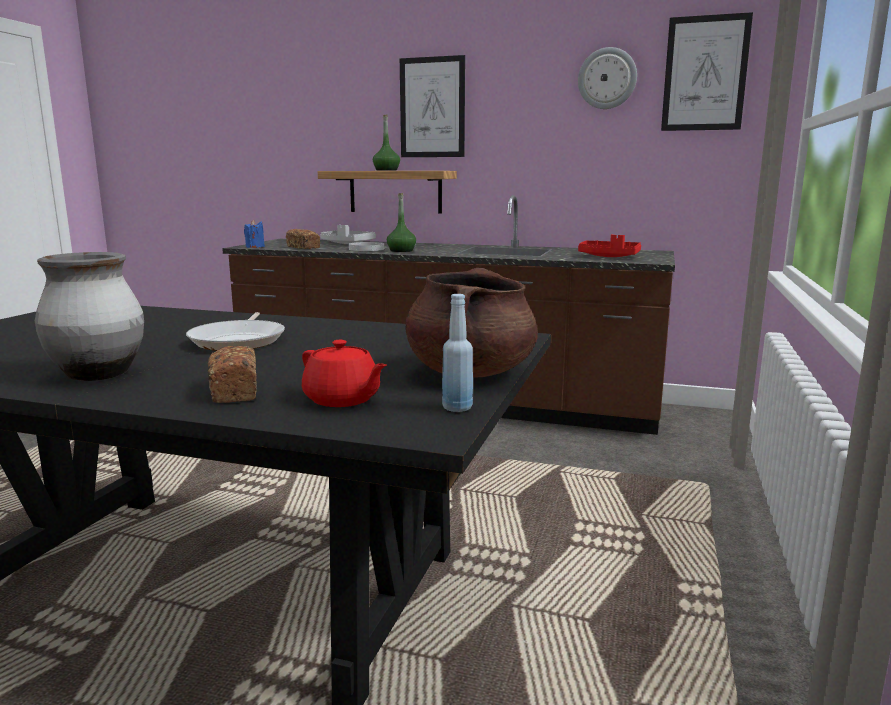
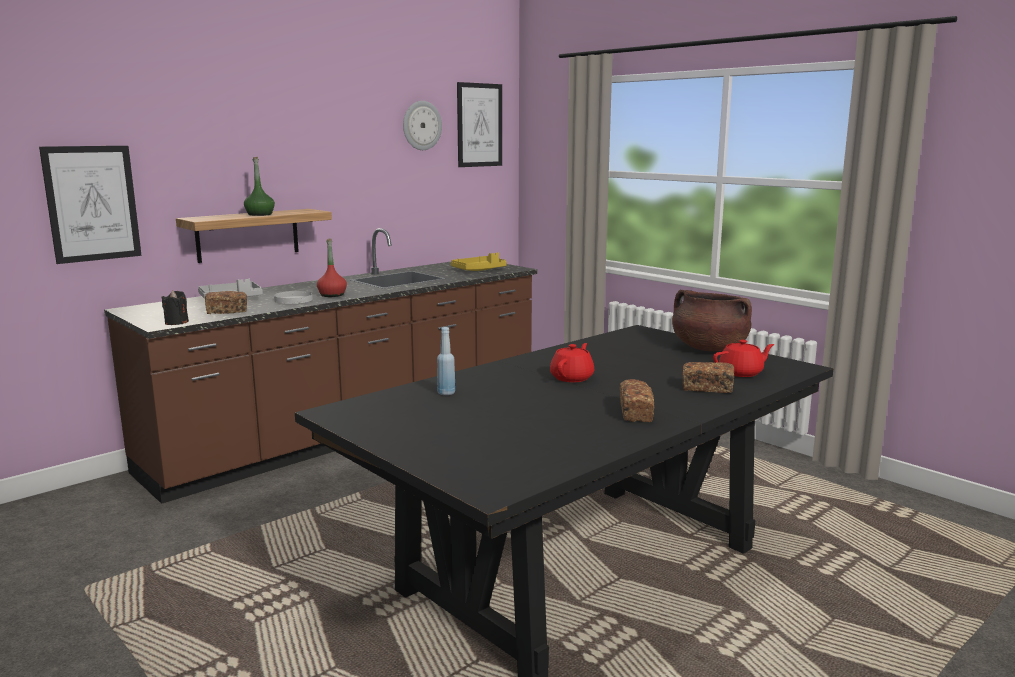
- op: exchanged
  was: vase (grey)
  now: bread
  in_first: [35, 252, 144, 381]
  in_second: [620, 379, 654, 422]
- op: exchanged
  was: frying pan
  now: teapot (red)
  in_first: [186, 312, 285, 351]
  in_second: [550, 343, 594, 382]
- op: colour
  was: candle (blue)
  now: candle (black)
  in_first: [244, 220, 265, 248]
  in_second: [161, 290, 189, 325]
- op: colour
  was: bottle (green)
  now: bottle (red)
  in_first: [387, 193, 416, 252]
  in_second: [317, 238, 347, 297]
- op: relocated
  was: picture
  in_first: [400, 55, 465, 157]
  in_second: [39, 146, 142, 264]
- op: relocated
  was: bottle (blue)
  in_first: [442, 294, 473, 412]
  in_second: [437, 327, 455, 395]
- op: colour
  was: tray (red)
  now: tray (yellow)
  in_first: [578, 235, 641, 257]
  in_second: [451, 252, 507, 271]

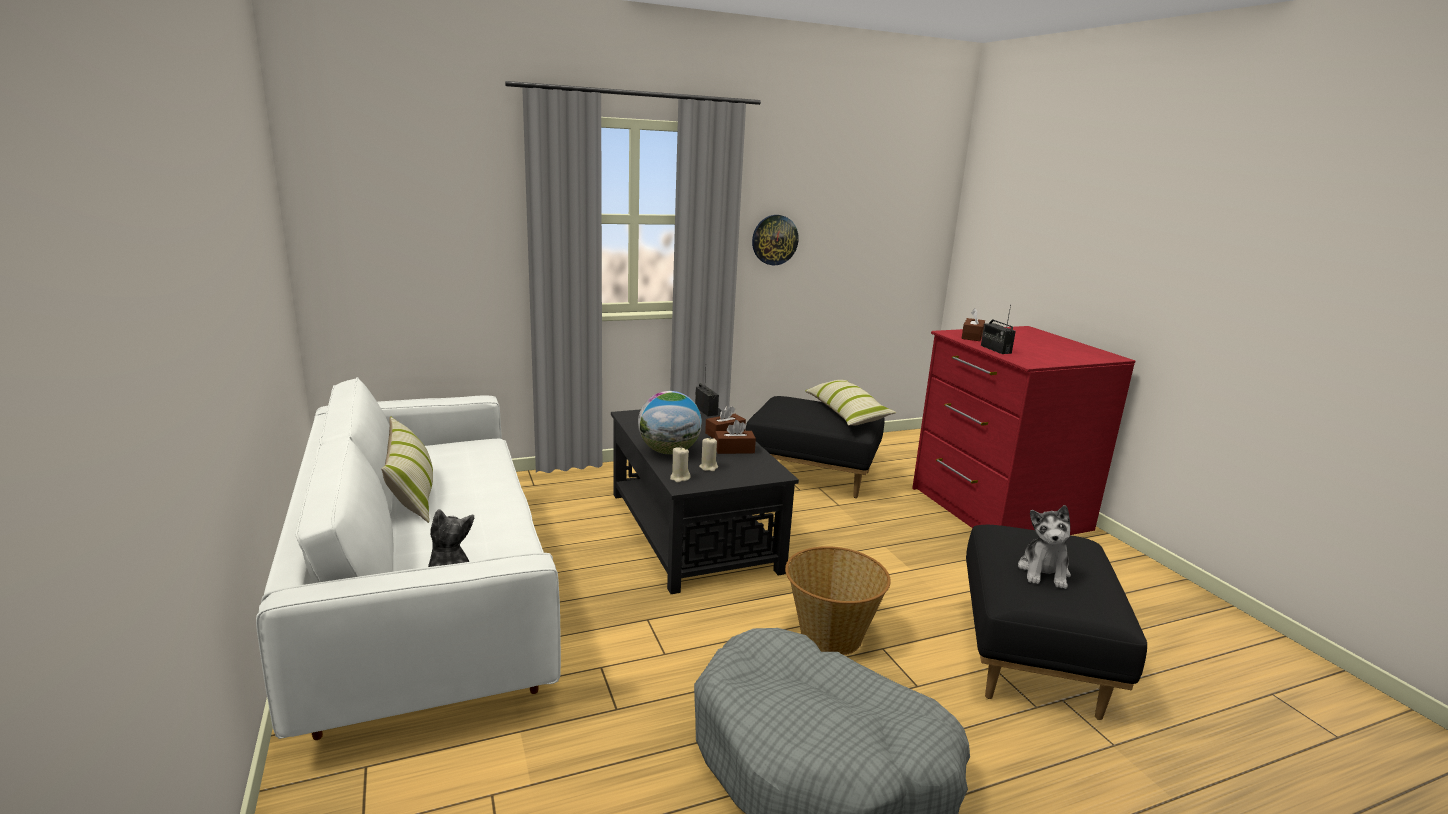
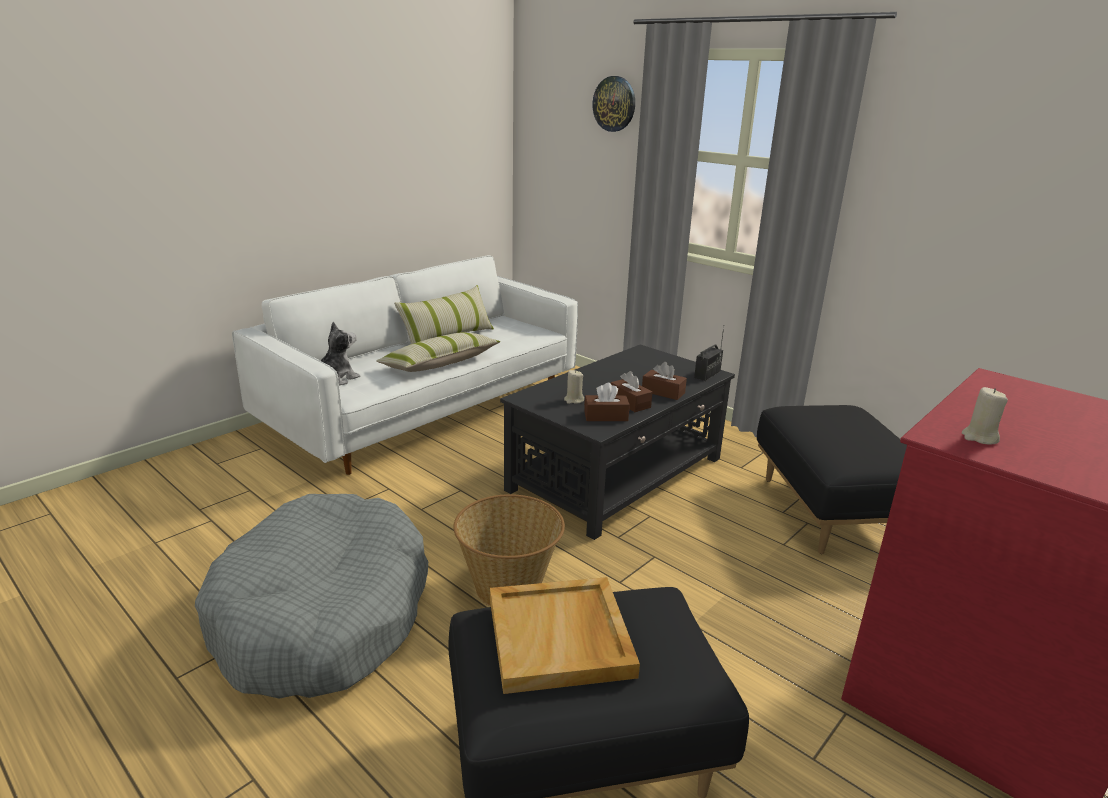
- op: missing
  was: globe
  in_first: [638, 391, 702, 454]
- op: relocated
  was: candle (beige)
  in_first: [670, 447, 691, 483]
  in_second: [962, 387, 1008, 444]
- op: relocated
  was: wall clock
  in_first: [752, 215, 799, 265]
  in_second: [592, 76, 635, 132]
- op: relocated
  was: pillow
  in_first: [805, 380, 896, 426]
  in_second: [376, 332, 500, 372]
- op: relocated
  was: tissue box (brown)
  in_first: [961, 308, 985, 341]
  in_second: [584, 383, 630, 421]
- op: missing
  was: radio
  in_first: [981, 305, 1016, 354]
- op: exchanged
  was: plush toy
  now: tray (beige)
  in_first: [1018, 505, 1071, 589]
  in_second: [490, 577, 640, 694]

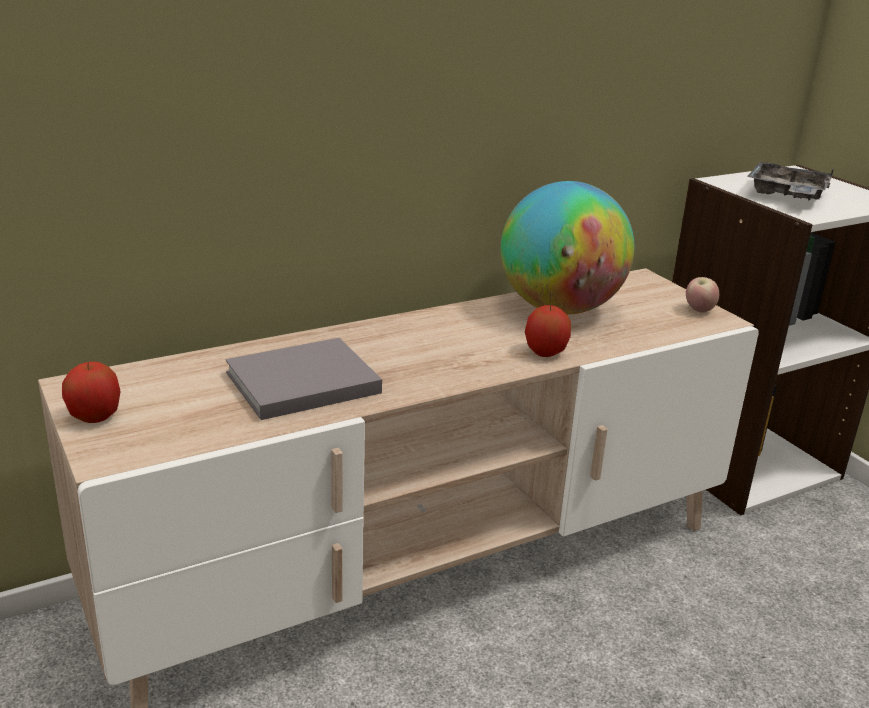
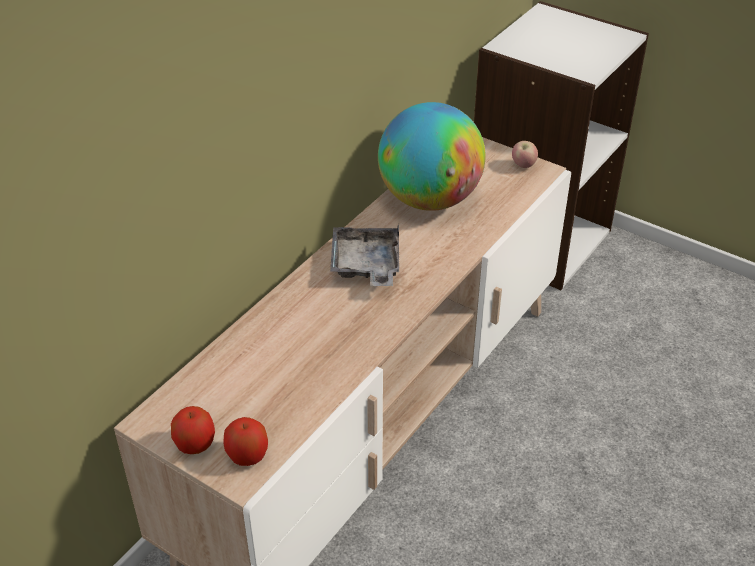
- op: missing
  was: book (grey)
  in_first: [225, 338, 382, 420]
- op: relocated
  was: apple
  in_first: [525, 305, 571, 357]
  in_second: [224, 417, 268, 466]
- op: relocated
  was: tray (grey)
  in_first: [747, 161, 835, 200]
  in_second: [330, 224, 399, 286]

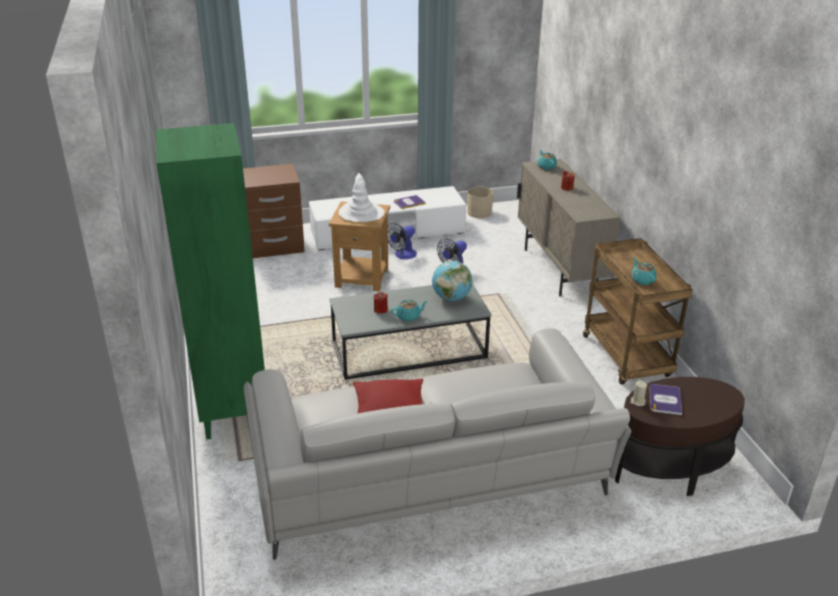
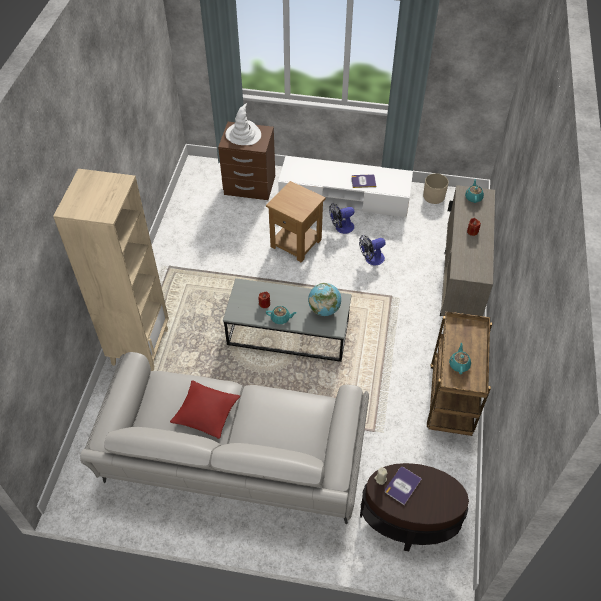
- op: colour
  was: bookcase (green)
  now: bookcase (beige)
  in_first: [156, 123, 265, 440]
  in_second: [53, 169, 169, 371]
- op: relocated
  was: hat (white)
  in_first: [339, 173, 385, 222]
  in_second: [225, 103, 261, 145]

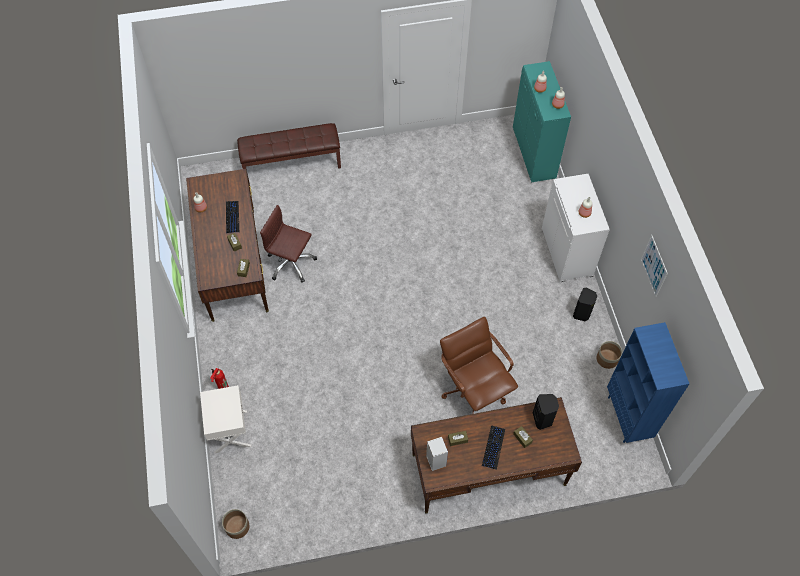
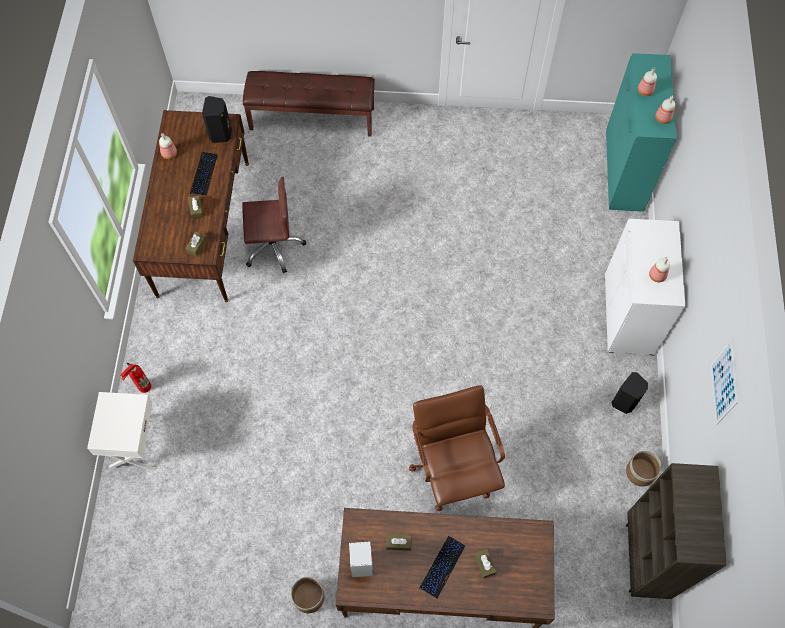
- op: relocated
  was: planter
  in_first: [222, 509, 249, 539]
  in_second: [291, 577, 325, 613]
- op: spun
  was: office chair (brown)
  in_first: [260, 205, 317, 282]
  in_second: [242, 177, 306, 273]
  clockwise: 135
- op: relocated
  was: speaker (black)
  in_first: [533, 394, 559, 430]
  in_second: [202, 96, 232, 143]
- op: colour
  was: bookcase (blue)
  now: bookcase (brown)
  in_first: [607, 322, 689, 443]
  in_second: [626, 463, 727, 599]

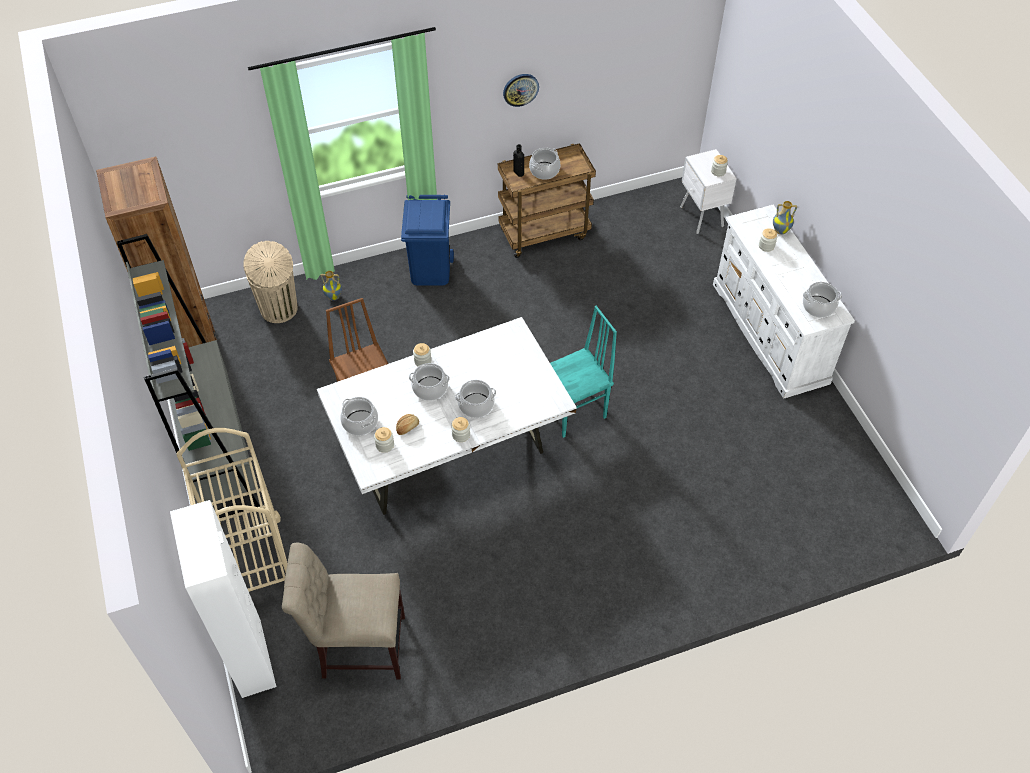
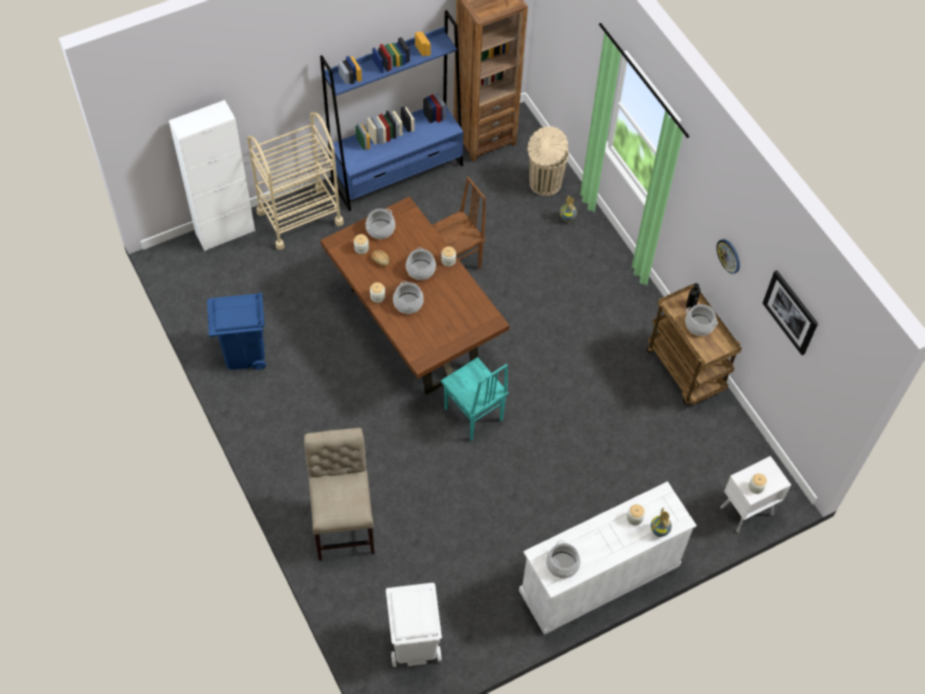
- op: colour
  was: bookcase (grey)
  now: bookcase (blue)
  in_first: [117, 234, 260, 518]
  in_second: [320, 10, 463, 211]
- op: relocated
  was: chair (beige)
  in_first: [282, 543, 405, 680]
  in_second: [304, 428, 375, 561]
- op: colour
  was: dining table (white)
  now: dining table (brown)
  in_first: [317, 317, 577, 515]
  in_second: [320, 196, 510, 395]
- op: relocated
  was: trash can (blue)
  in_first: [401, 194, 454, 286]
  in_second: [207, 292, 266, 370]
- op: appeared
  now: trash can (white)
  in_second: [386, 583, 442, 667]
- op: appeared
  now: picture
  in_second: [762, 270, 818, 355]

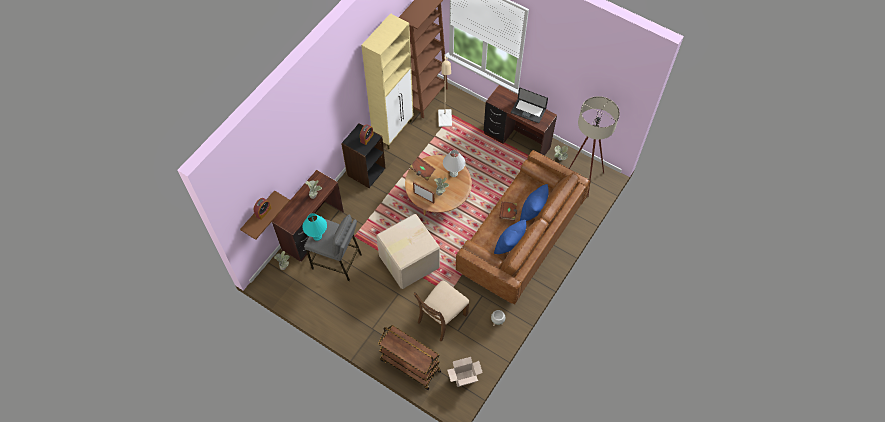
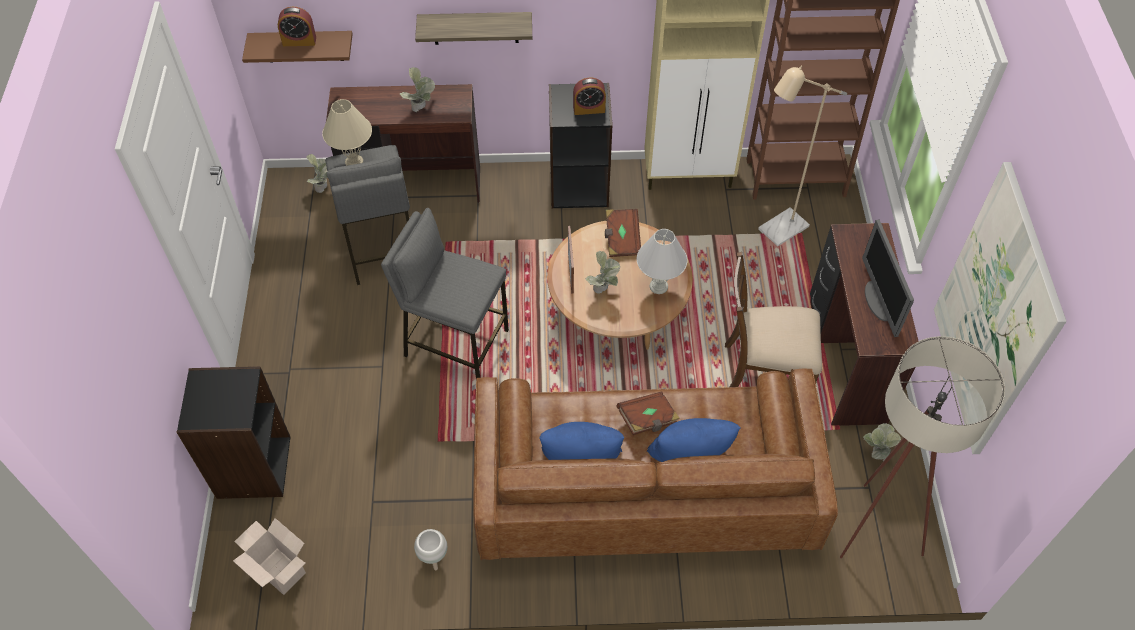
- op: colour
  was: table lamp (turquoise)
  now: table lamp (beige)
  in_first: [302, 213, 327, 241]
  in_second: [322, 99, 372, 166]
- op: exchanged
  was: cardboard box
  now: stool (grey)
  in_first: [376, 214, 440, 289]
  in_second: [381, 208, 509, 379]
- op: exchanged
  was: cart (brown)
  now: bookcase (black)
  in_first: [378, 325, 441, 390]
  in_second: [176, 366, 290, 499]
- op: relocated
  was: chair (brown)
  in_first: [413, 280, 469, 342]
  in_second: [725, 252, 822, 387]
- op: exchanged
  was: laptop
  now: monitor
  in_first: [511, 87, 548, 123]
  in_second: [862, 220, 914, 337]
- op: appeared
  now: shelf
  in_second: [415, 12, 532, 45]
- op: appeared
  now: picture
  in_second: [934, 162, 1067, 454]

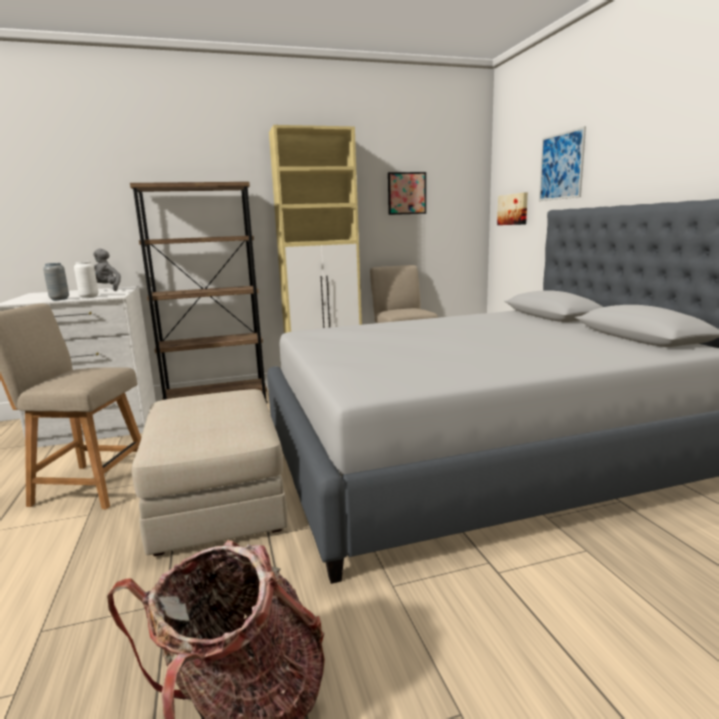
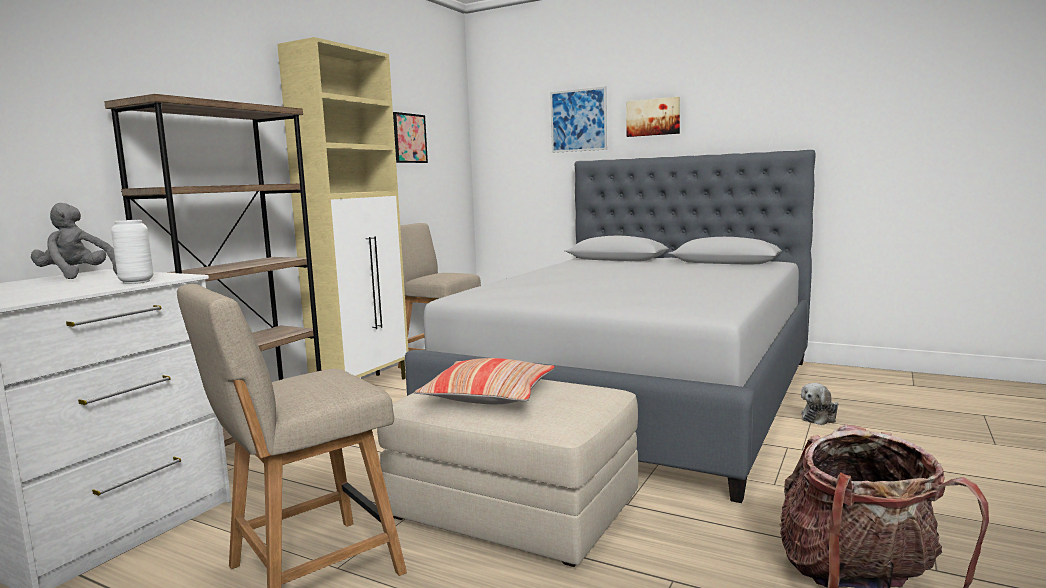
- op: missing
  was: vase (grey)
  in_first: [43, 263, 69, 300]
- op: relocated
  was: picture
  in_first: [497, 192, 528, 225]
  in_second: [626, 97, 680, 137]
- op: appeared
  now: pillow
  in_second: [414, 358, 555, 404]
- op: appeared
  now: plush toy
  in_second: [801, 383, 839, 425]

